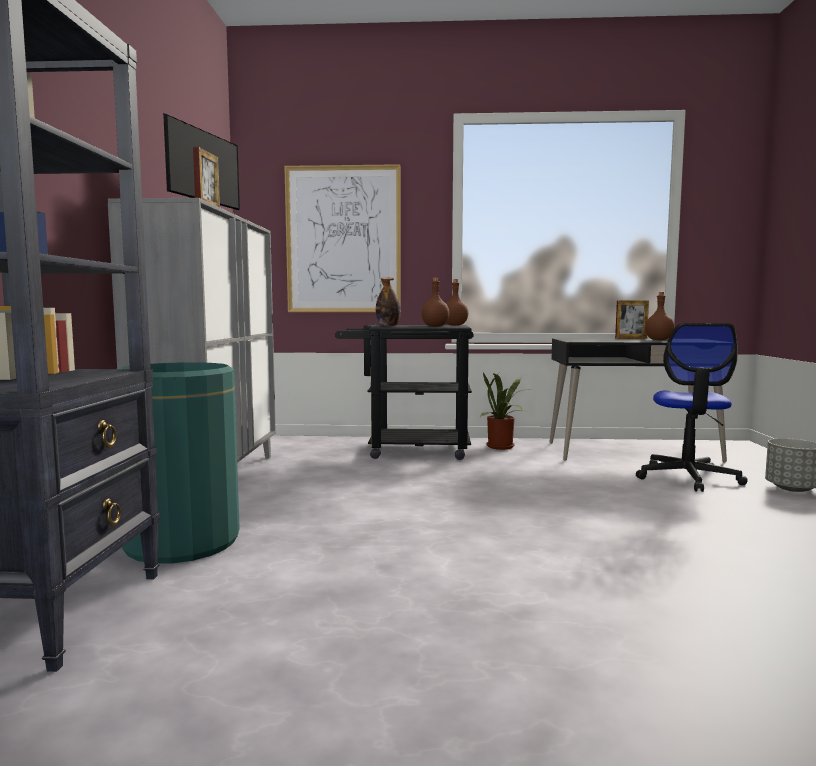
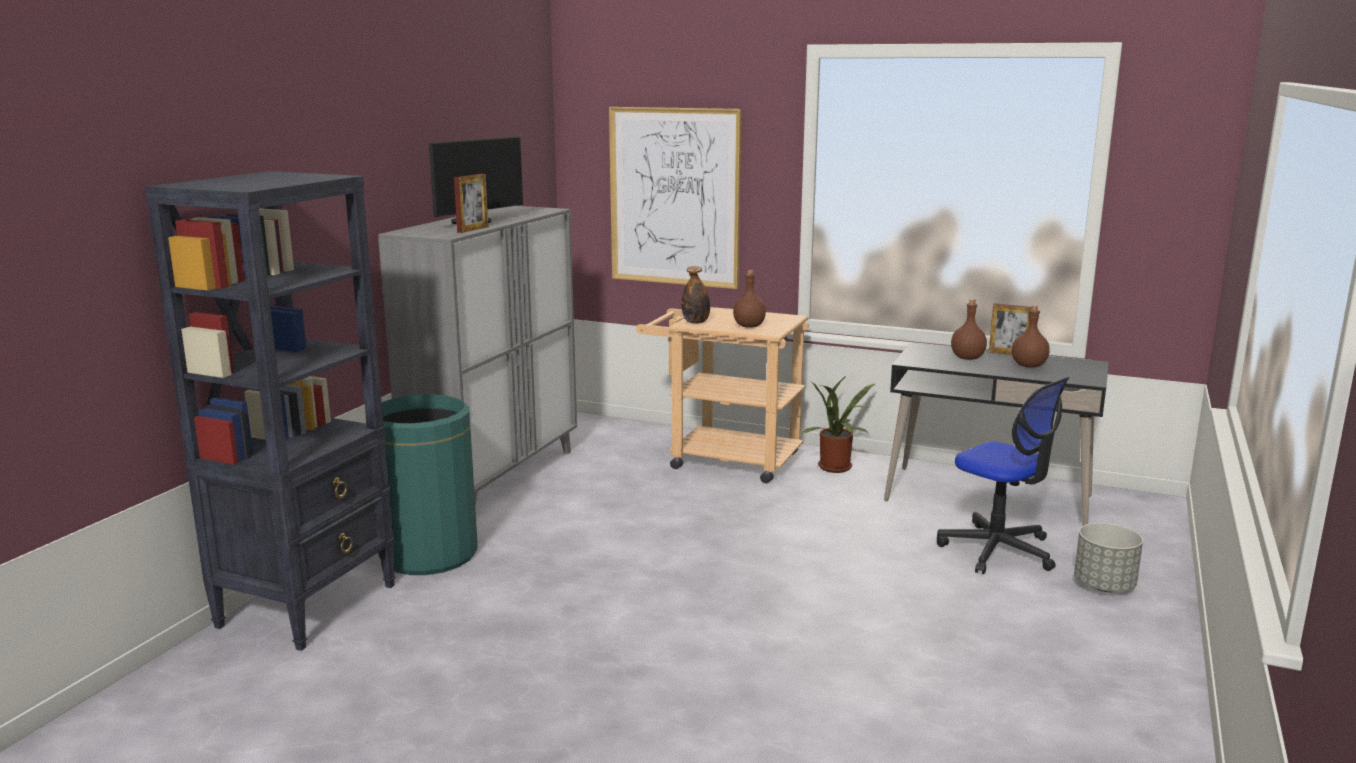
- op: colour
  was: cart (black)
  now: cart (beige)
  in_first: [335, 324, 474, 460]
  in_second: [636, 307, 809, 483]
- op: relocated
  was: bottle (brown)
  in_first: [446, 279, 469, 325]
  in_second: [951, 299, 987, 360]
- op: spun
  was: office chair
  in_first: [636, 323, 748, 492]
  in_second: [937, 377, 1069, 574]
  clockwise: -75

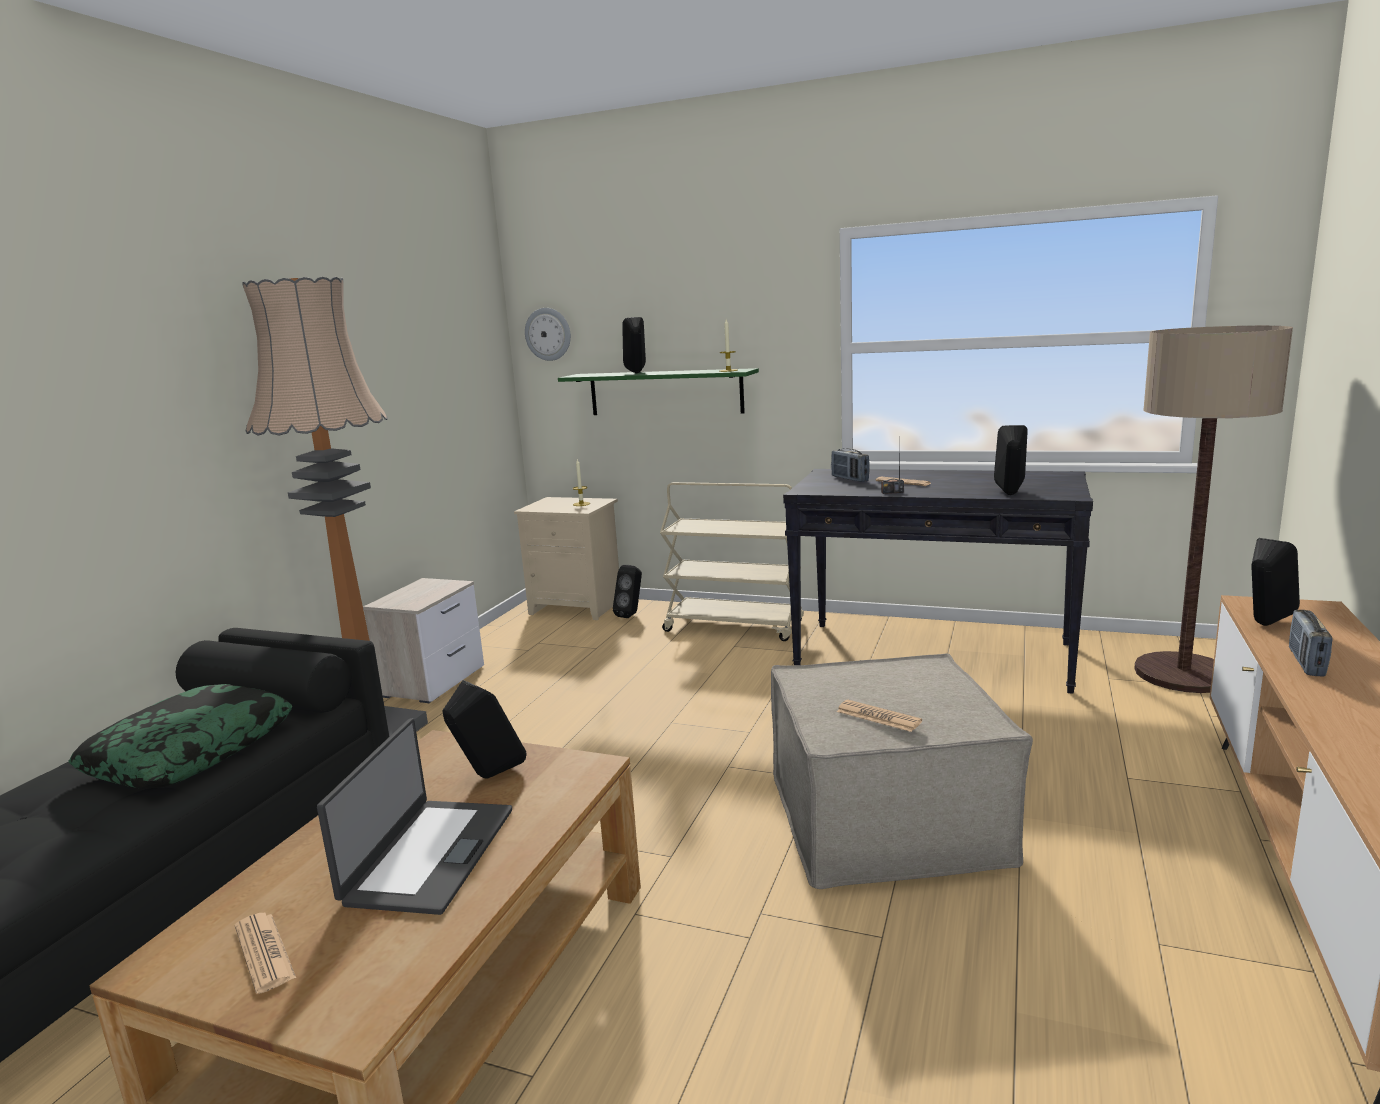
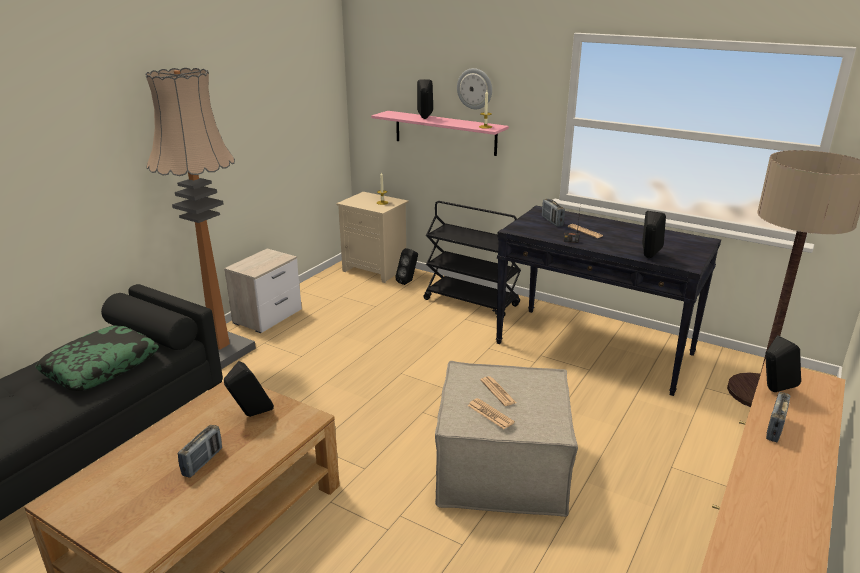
- op: relocated
  was: newspaper
  in_first: [235, 913, 296, 994]
  in_second: [480, 376, 517, 406]
- op: exchanged
  was: laptop
  now: radio
  in_first: [317, 718, 512, 915]
  in_second: [178, 425, 222, 478]
- op: relocated
  was: wall clock
  in_first: [525, 308, 571, 361]
  in_second: [457, 68, 492, 109]
- op: colour
  was: shelf (green)
  now: shelf (pink)
  in_first: [558, 368, 759, 415]
  in_second: [371, 111, 509, 156]
- op: colour
  was: cart (beige)
  now: cart (black)
  in_first: [660, 482, 804, 641]
  in_second: [423, 201, 521, 319]

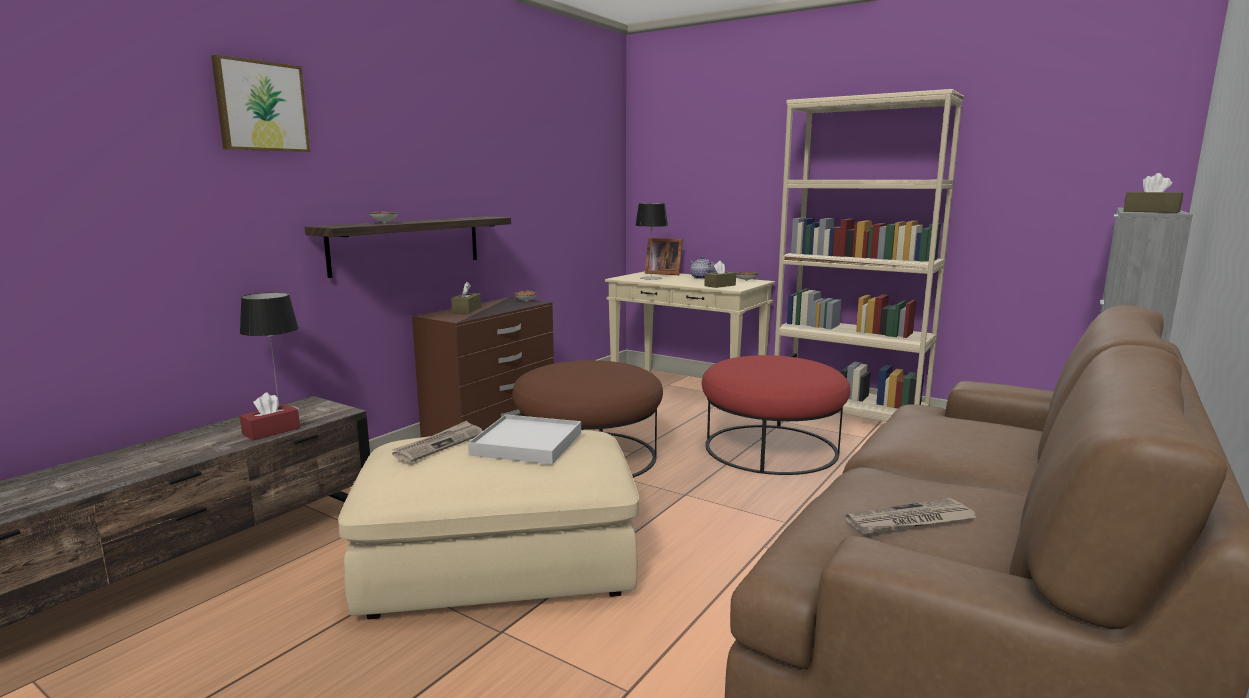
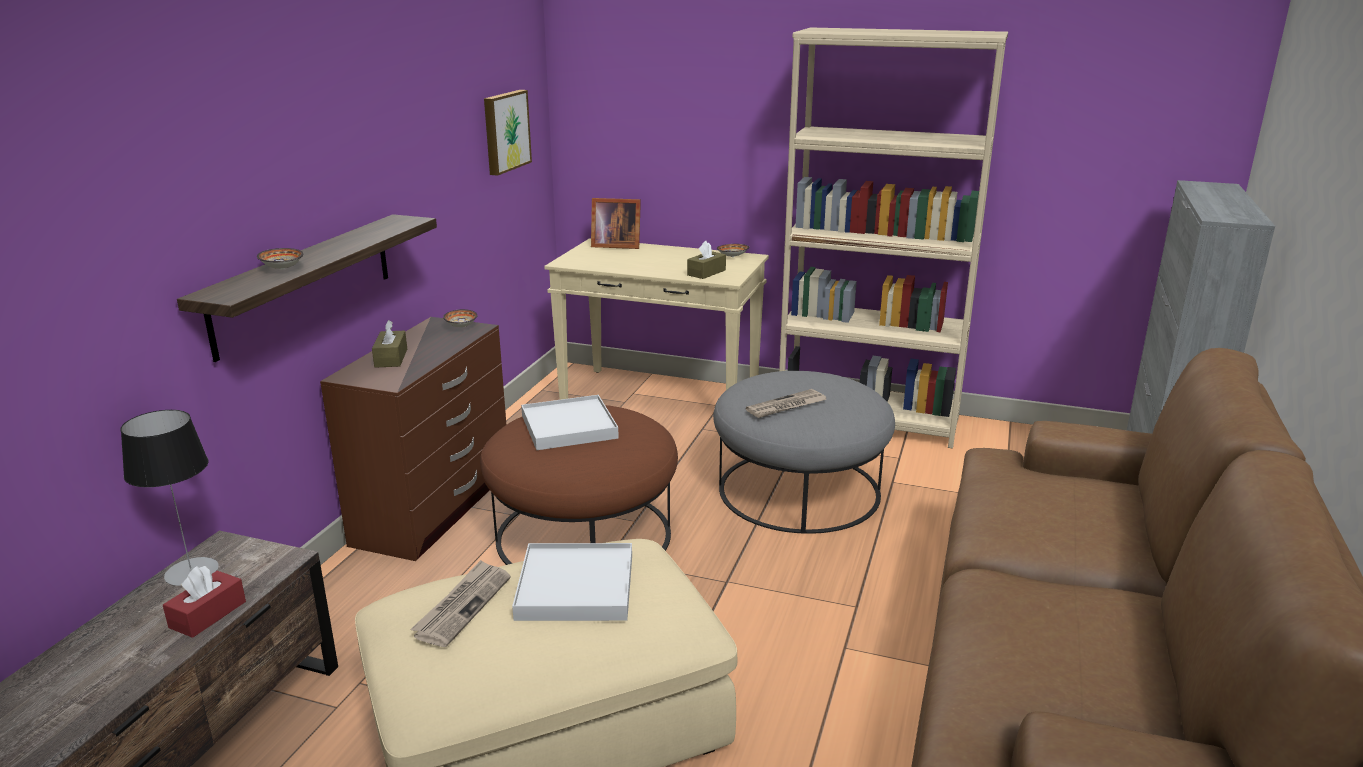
- op: relocated
  was: picture
  in_first: [211, 54, 310, 152]
  in_second: [484, 90, 532, 176]
- op: missing
  was: table lamp
  in_first: [635, 203, 668, 280]
- op: missing
  was: teapot
  in_first: [690, 256, 716, 279]
- op: colour
  was: ottoman (red)
  now: ottoman (grey)
  in_first: [702, 355, 850, 475]
  in_second: [713, 371, 895, 534]
- op: relocated
  was: newspaper
  in_first: [845, 498, 978, 535]
  in_second: [746, 389, 827, 418]
- op: missing
  was: tissue box (brown)
  in_first: [1124, 173, 1183, 213]
- op: appeared
  now: tray (white)
  in_second: [521, 395, 619, 450]

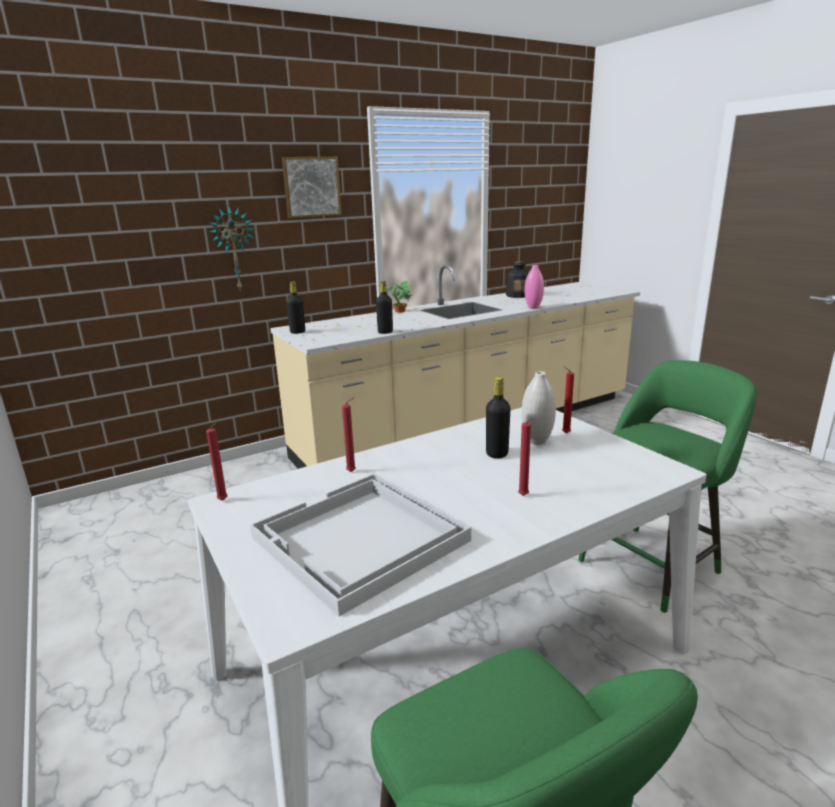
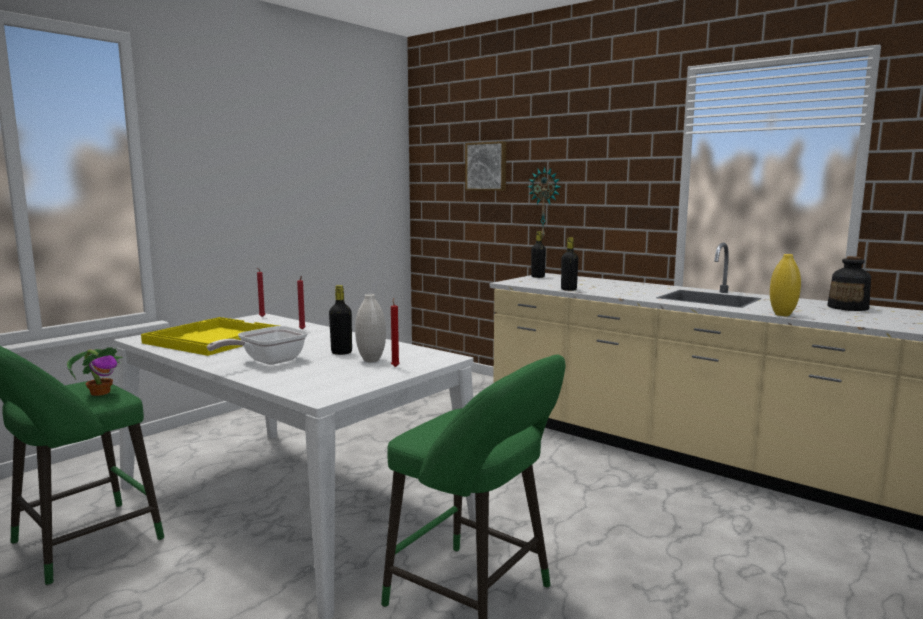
- op: colour
  was: tray (white)
  now: tray (yellow)
  in_first: [250, 474, 471, 616]
  in_second: [141, 317, 279, 356]
- op: relocated
  was: picture
  in_first: [281, 157, 342, 218]
  in_second: [465, 141, 506, 191]
- op: relocated
  was: potted plant
  in_first: [386, 281, 412, 312]
  in_second: [67, 347, 123, 396]
- op: exchanged
  was: candle (red)
  now: frying pan
  in_first: [518, 418, 534, 496]
  in_second: [207, 326, 308, 365]
- op: colour
  was: vase (pink)
  now: vase (yellow)
  in_first: [525, 265, 544, 309]
  in_second: [770, 254, 801, 316]

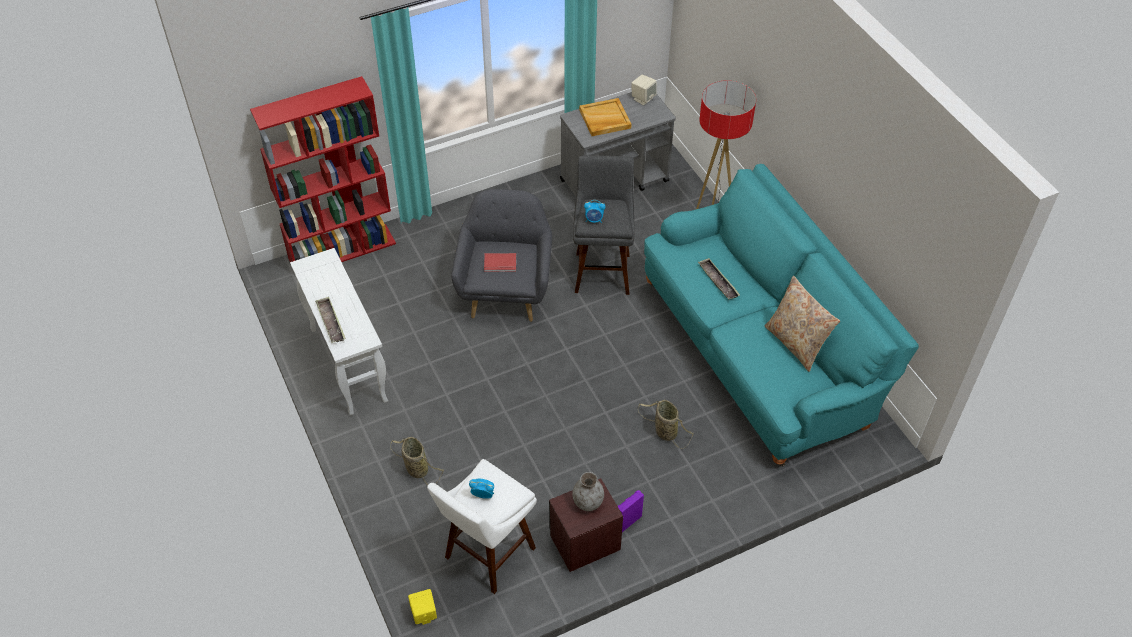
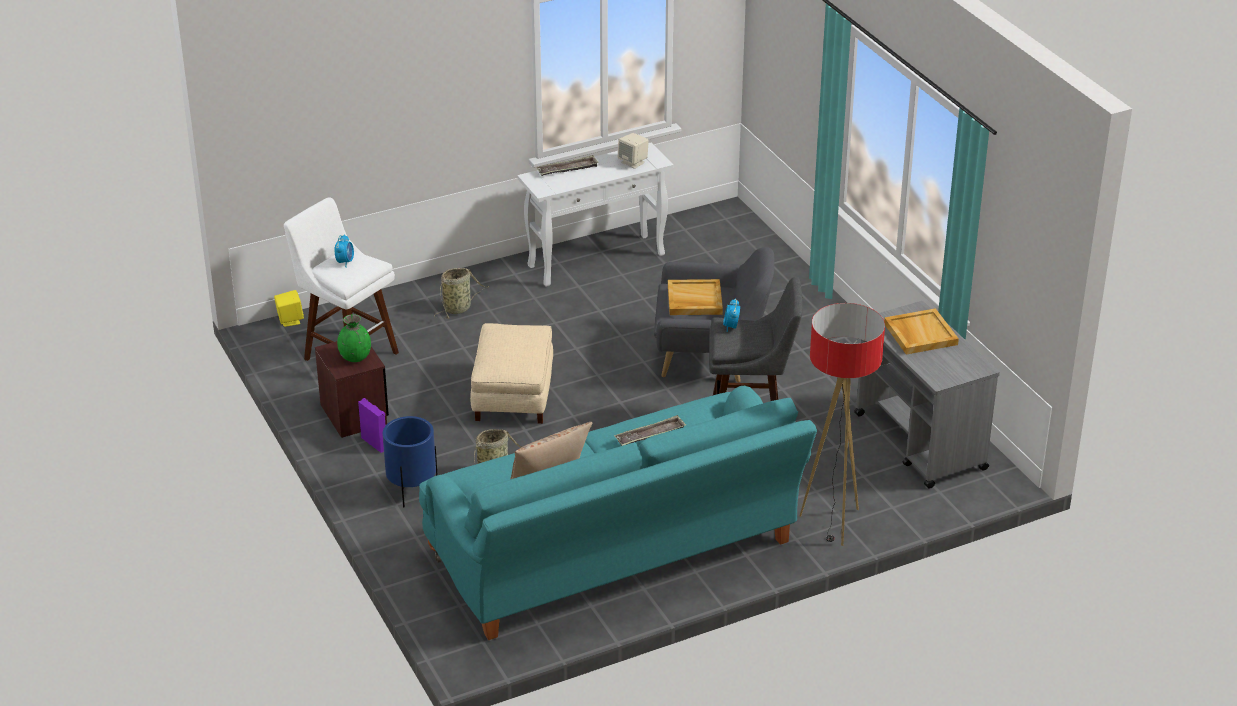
- op: missing
  was: bookcase (red)
  in_first: [250, 76, 396, 262]
- op: exchanged
  was: book (red)
  now: tray (beige)
  in_first: [484, 253, 516, 272]
  in_second: [668, 279, 723, 315]
- op: colour
  was: vase (grey)
  now: vase (green)
  in_first: [572, 472, 604, 511]
  in_second: [337, 314, 371, 362]
- op: relocated
  was: speaker (beige)
  in_first: [631, 75, 657, 105]
  in_second: [618, 133, 649, 169]
- op: appeared
  now: planter (blue)
  in_second: [383, 416, 437, 507]
- op: appeared
  now: ottoman (beige)
  in_second: [470, 323, 553, 424]

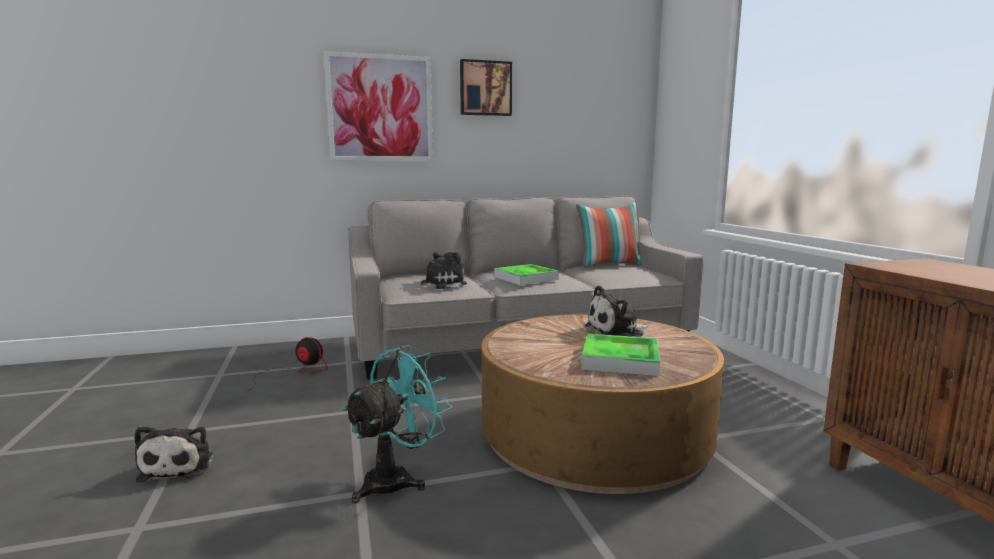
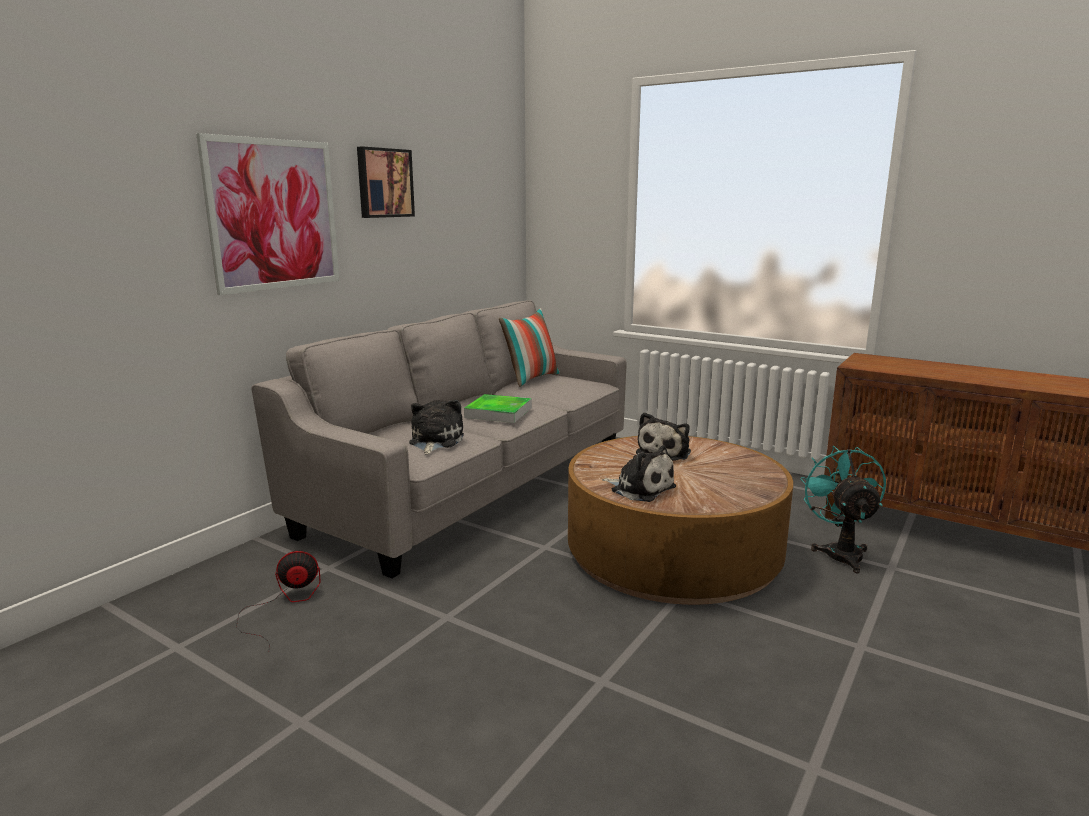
- op: relocated
  was: plush toy
  in_first: [134, 426, 213, 483]
  in_second: [602, 446, 676, 502]
- op: relocated
  was: fan (turquoise)
  in_first: [343, 345, 452, 503]
  in_second: [800, 446, 886, 573]
- op: missing
  was: tray
  in_first: [581, 334, 660, 376]

